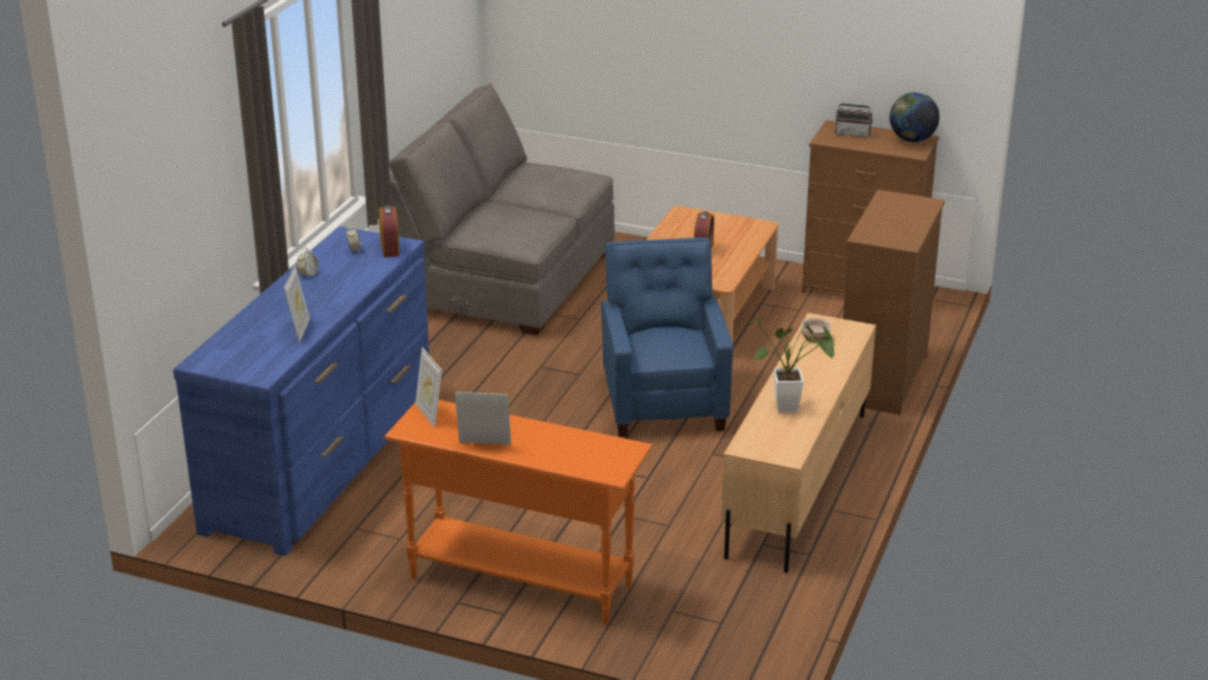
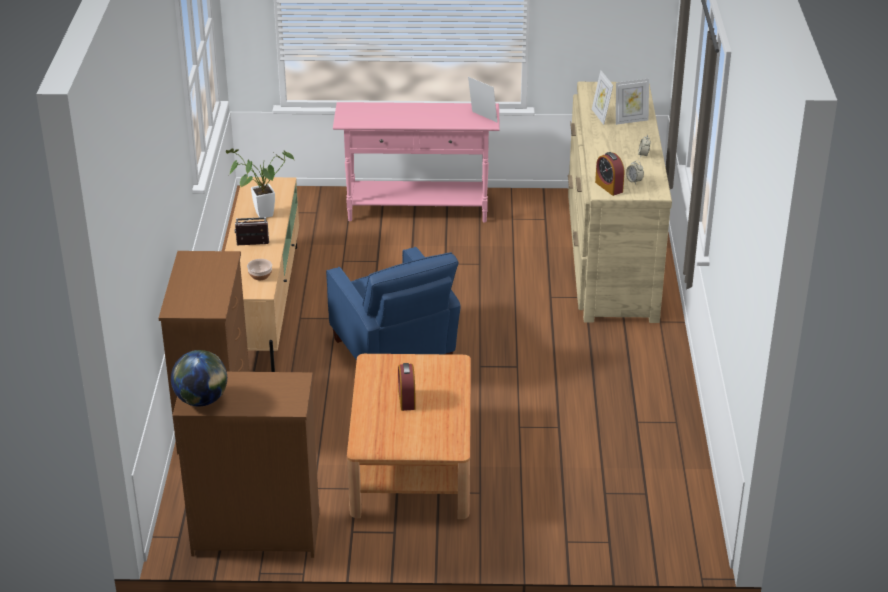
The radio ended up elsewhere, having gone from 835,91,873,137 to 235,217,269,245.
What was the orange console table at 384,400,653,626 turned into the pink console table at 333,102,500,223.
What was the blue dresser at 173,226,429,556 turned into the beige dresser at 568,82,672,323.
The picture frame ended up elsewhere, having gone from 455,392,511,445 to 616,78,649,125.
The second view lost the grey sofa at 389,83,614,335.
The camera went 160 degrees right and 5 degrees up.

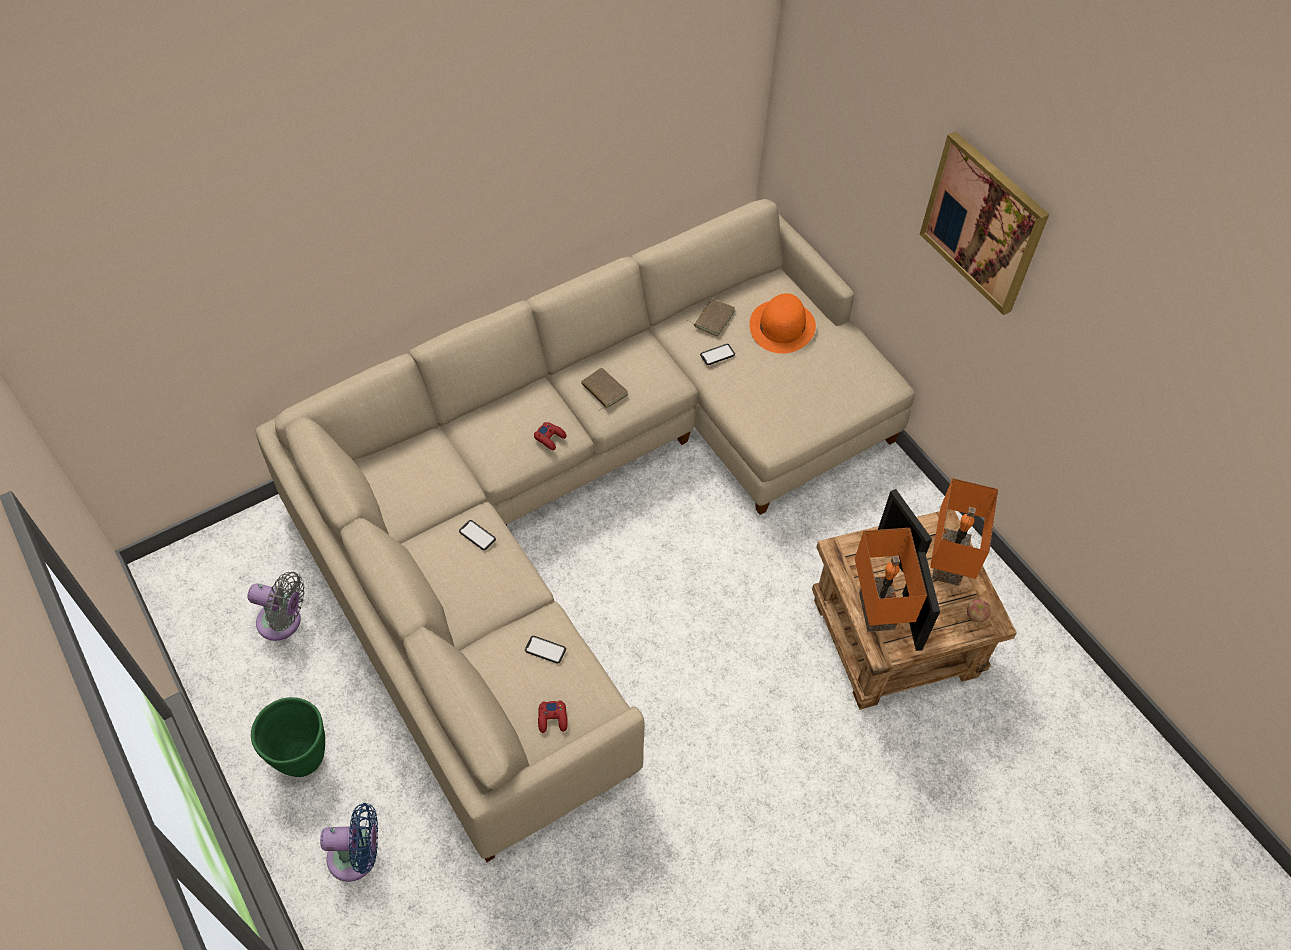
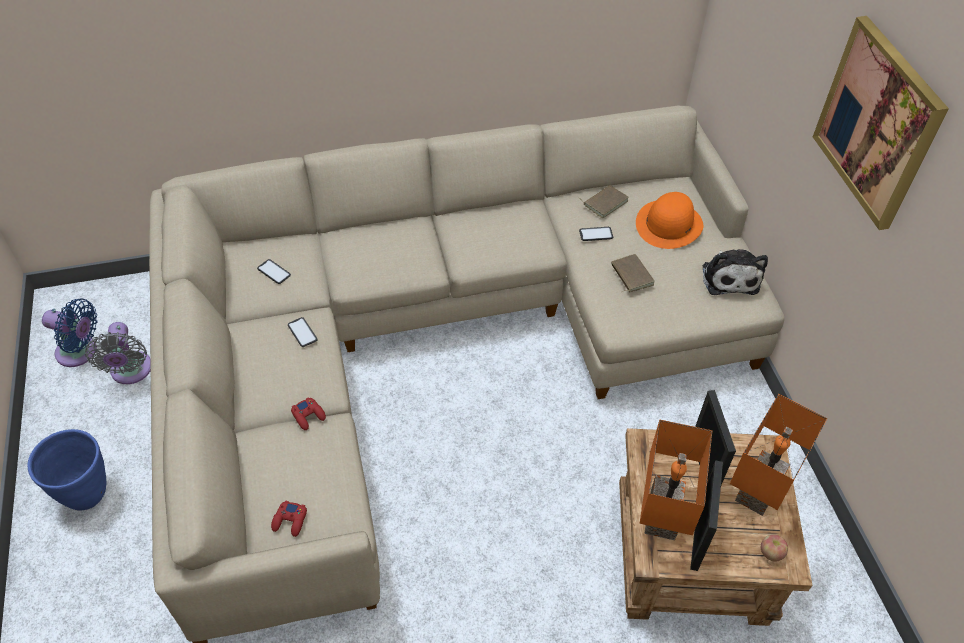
What was the green planter at 251,697,325,777 turned into the blue planter at 27,429,107,510.
The blue fan ended up elsewhere, having gone from 320,803,378,882 to 42,298,97,367.
The grey fan at 247,572,305,641 ended up facing another way, 45 degrees clockwise from before.
The phone ended up elsewhere, having gone from 525,636,566,664 to 257,259,291,284.
The red game controller ended up elsewhere, having gone from 534,422,566,450 to 291,397,326,430.
The brown book ended up elsewhere, having gone from 581,367,628,411 to 611,254,655,292.
The second view gained the plush toy at 702,249,768,295.
The camera went 20 degrees right and 5 degrees down.

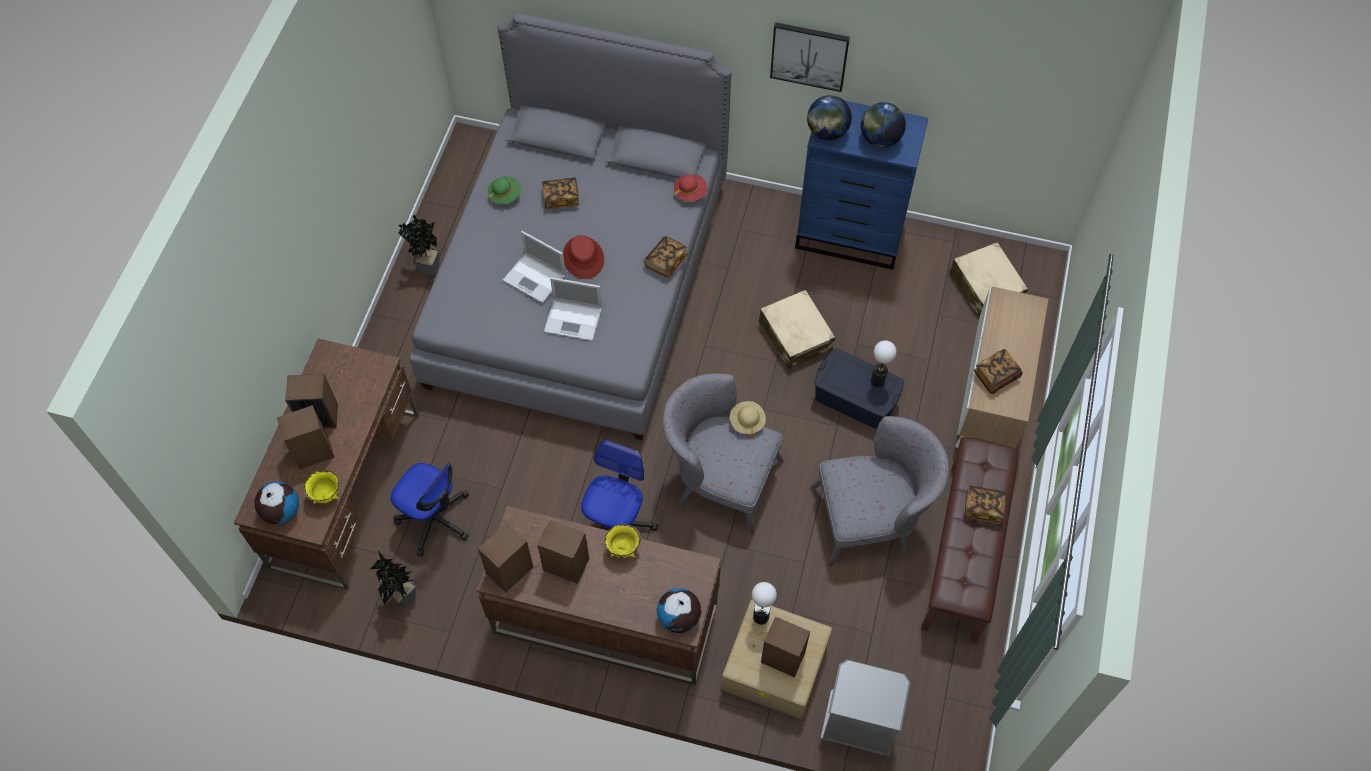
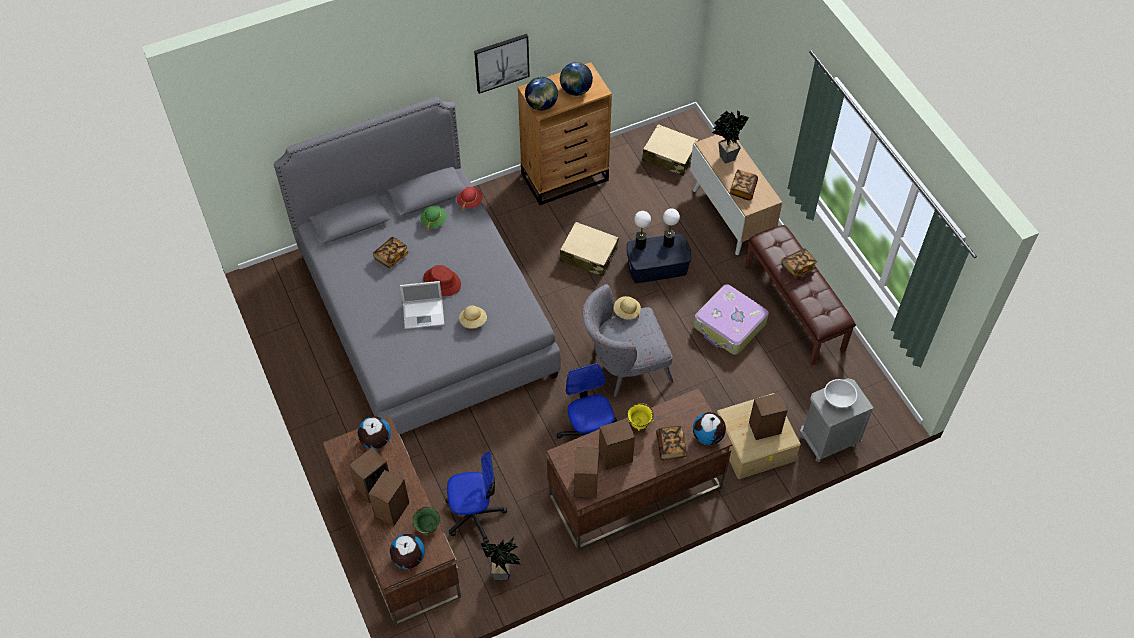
The second view gained the globe at 358,416,391,449.
What was the yellow bowl at 303,470,339,504 turned into the green bowl at 412,507,441,537.
The green hat ended up elsewhere, having gone from 488,176,521,205 to 420,206,447,231.
Where the laptop stood at 544,277,602,341, the beige hat came to stand at 459,305,487,329.
What was the blue dresser at 795,96,928,270 turned into the brown dresser at 517,62,612,205.
The table lamp ended up elsewhere, having gone from 752,582,777,625 to 634,211,651,250.
The book ended up elsewhere, having gone from 644,236,688,278 to 656,426,687,460.
Where the grey armchair stood at 811,416,949,567, the suitcase came to stand at 694,284,769,355.
The potted plant ended up elsewhere, having gone from 398,215,439,277 to 712,111,749,163.
The second view gained the white bowl at 824,379,857,408.
The camera went 40 degrees left and 5 degrees down.

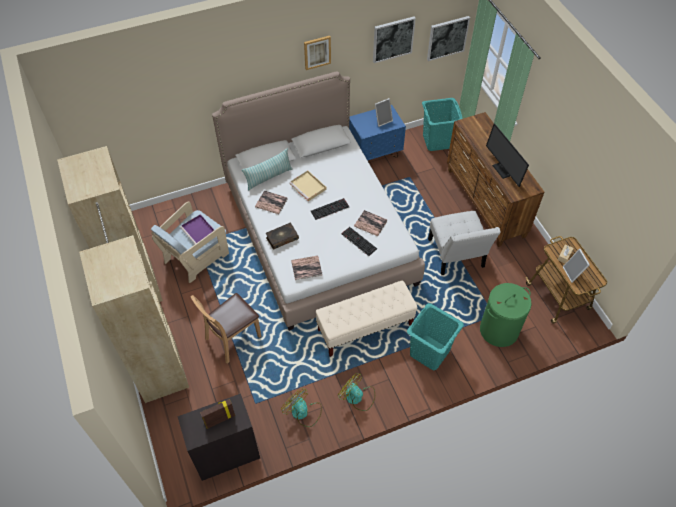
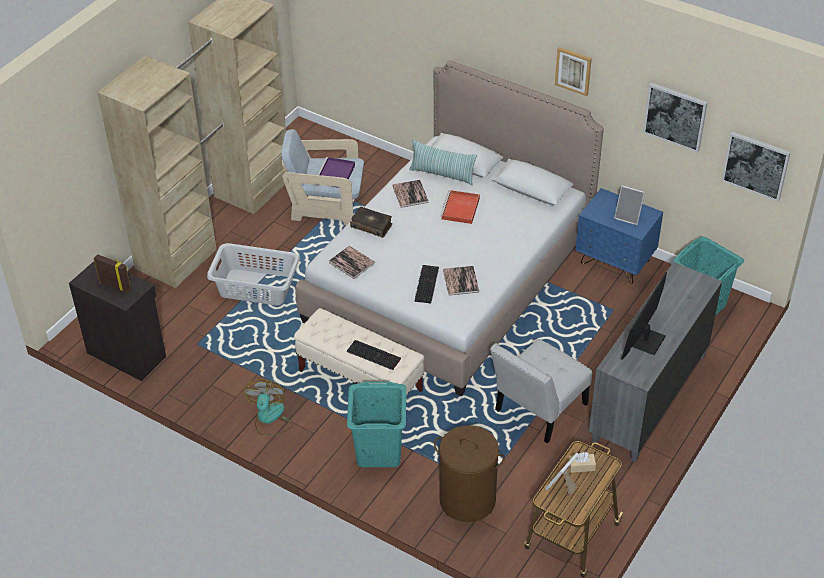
Where the brown chair stood at 191,293,261,364, the grey laundry basket came to stand at 207,243,300,305.
The keyboard ended up elsewhere, having gone from 311,198,349,220 to 347,340,401,370.
What was the green laundry basket at 480,283,532,347 turned into the brown laundry basket at 434,425,505,522.
What was the beige tray at 289,171,326,201 turned into the red tray at 440,190,480,224.
What was the brown dresser at 447,112,544,247 turned into the grey dresser at 589,262,722,462.
The second view lost the fan at 281,388,322,427.
The camera went 55 degrees right and 10 degrees down.

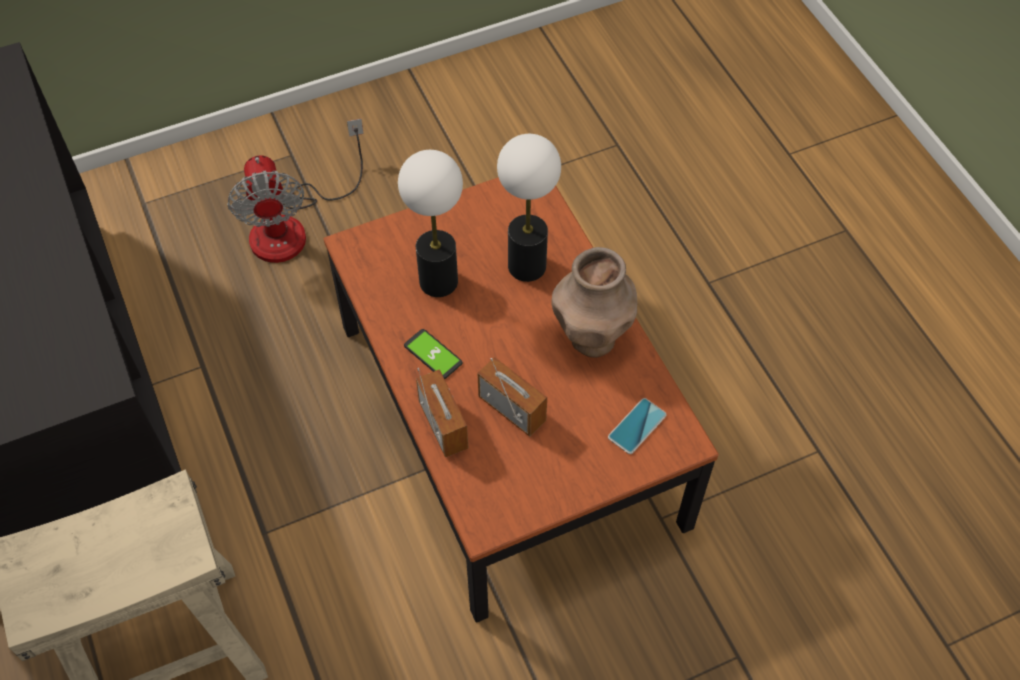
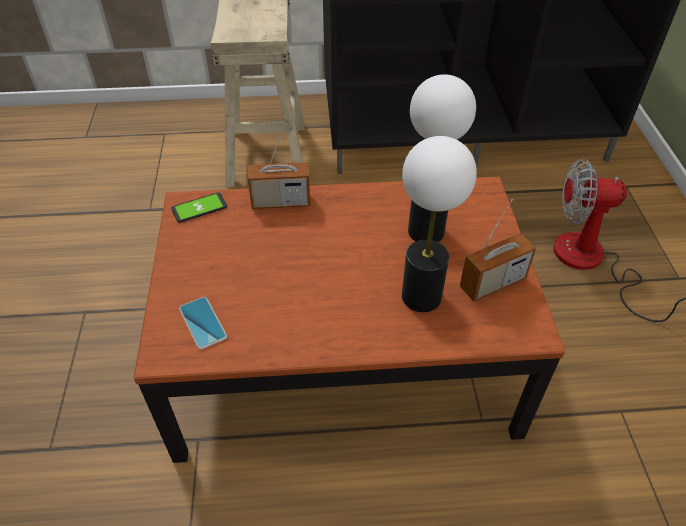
The phone ended up elsewhere, having gone from 404,329,463,379 to 171,193,227,223.
The radio ended up elsewhere, having gone from 477,357,547,437 to 460,199,536,302.
The second view lost the brown vase at 552,247,637,358.
The camera went 110 degrees right and 10 degrees down.

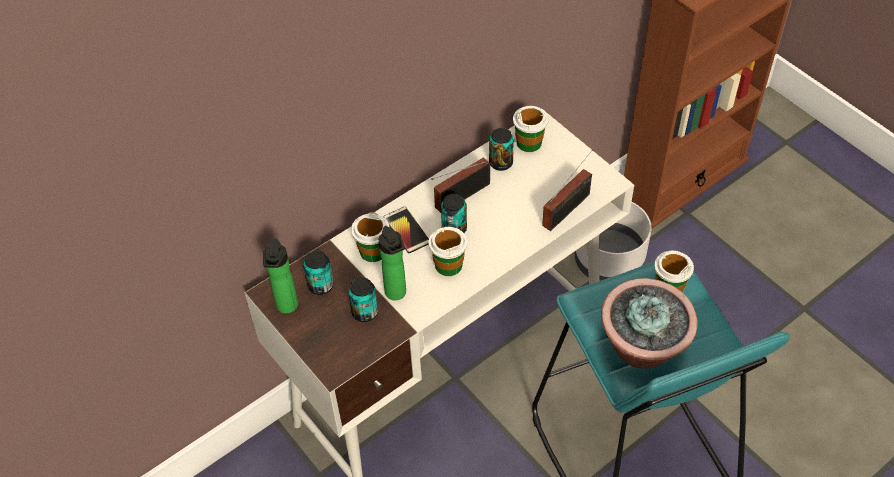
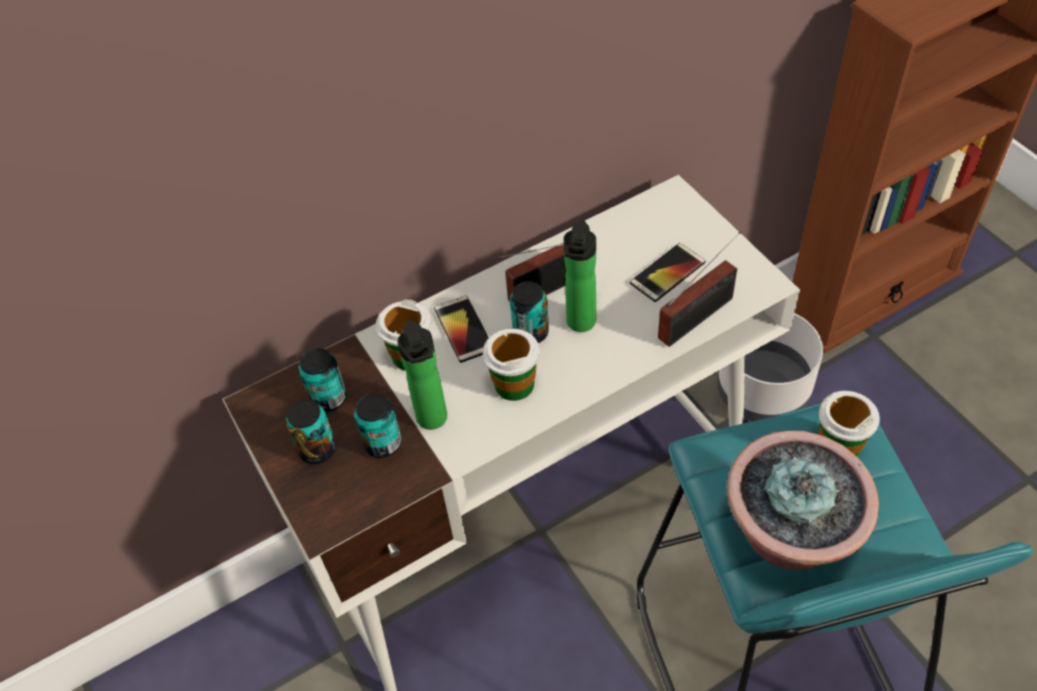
The can ended up elsewhere, having gone from 489,128,514,171 to 286,399,336,464.
The bottle ended up elsewhere, having gone from 263,238,298,314 to 564,220,596,332.
The second view gained the phone at 630,243,706,302.
The second view lost the cup at 513,106,549,152.
The camera went 10 degrees right and 0 degrees up.

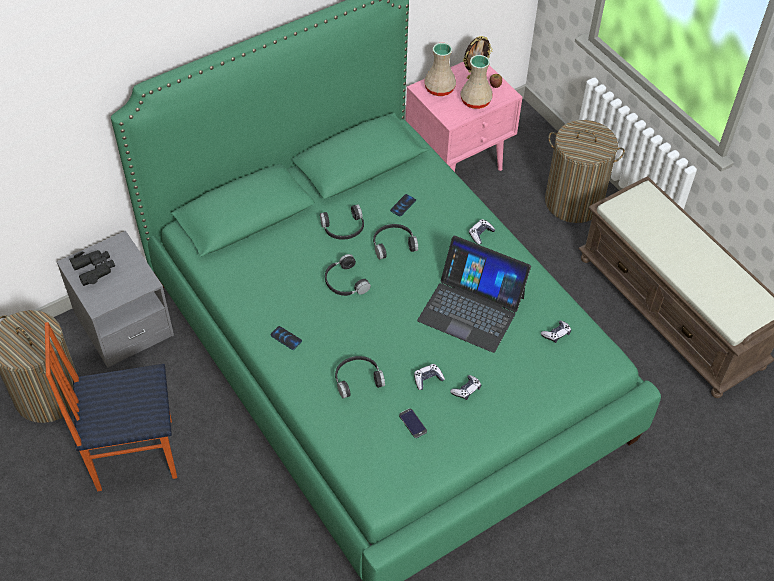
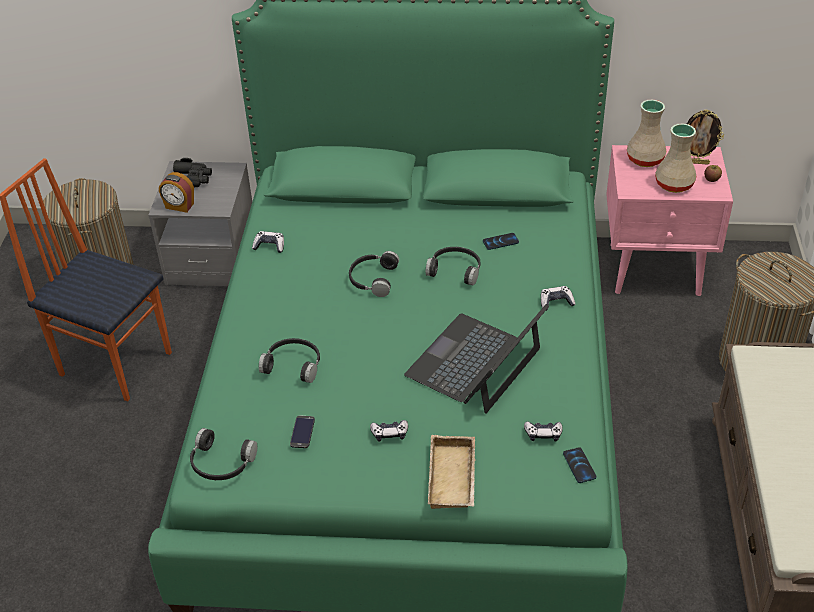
The second view gained the alarm clock at 159,172,194,213.
The black headphones ended up elsewhere, having gone from 320,205,364,240 to 190,428,257,480.
The game controller ended up elsewhere, having gone from 414,364,445,390 to 252,231,284,253.
The laptop at 417,236,531,353 ended up facing another way, 60 degrees clockwise from before.
The second view gained the beige tray at 428,435,475,509.
The phone ended up elsewhere, having gone from 270,326,302,350 to 563,447,597,483.
The camera went 40 degrees right and 10 degrees down.

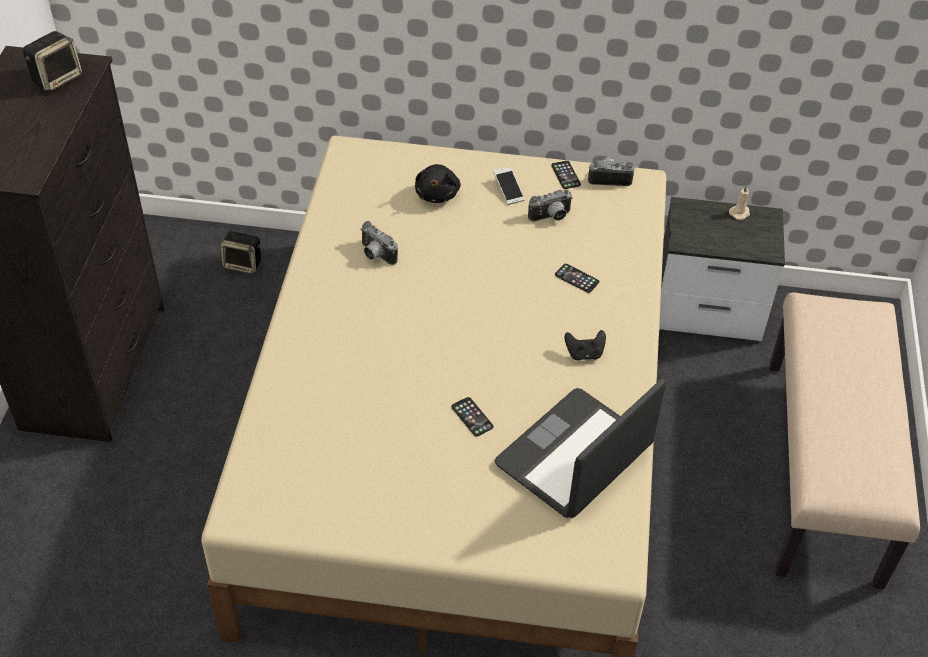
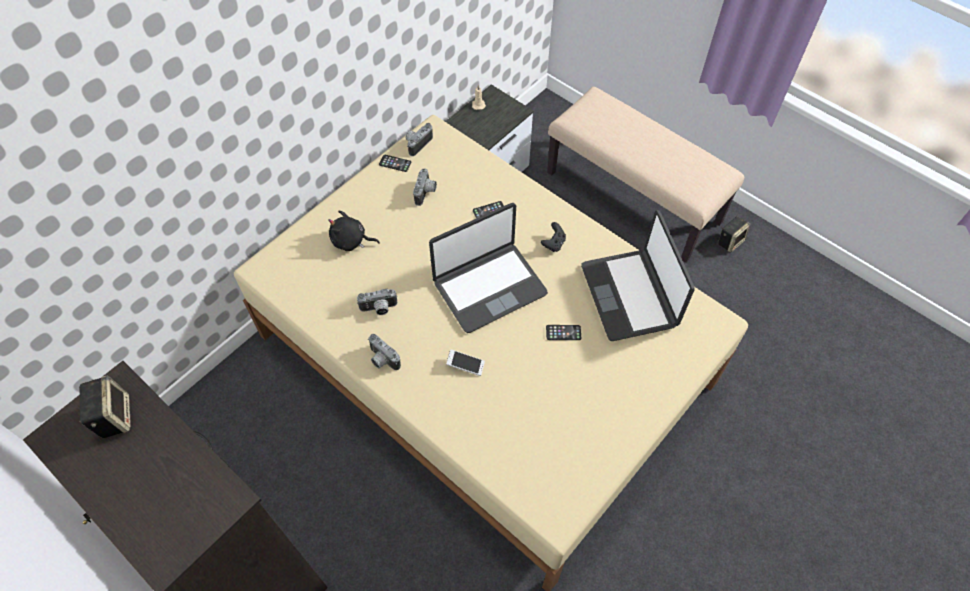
The black plush toy at 415,164,461,203 ended up facing another way, 150 degrees clockwise from before.
The second view gained the photo camera at 368,334,401,370.
The second view gained the laptop at 429,203,548,333.
The phone ended up elsewhere, having gone from 493,167,525,205 to 446,350,485,376.
The speaker ended up elsewhere, having gone from 221,231,261,274 to 718,216,750,252.
The camera went 55 degrees left and 10 degrees up.

